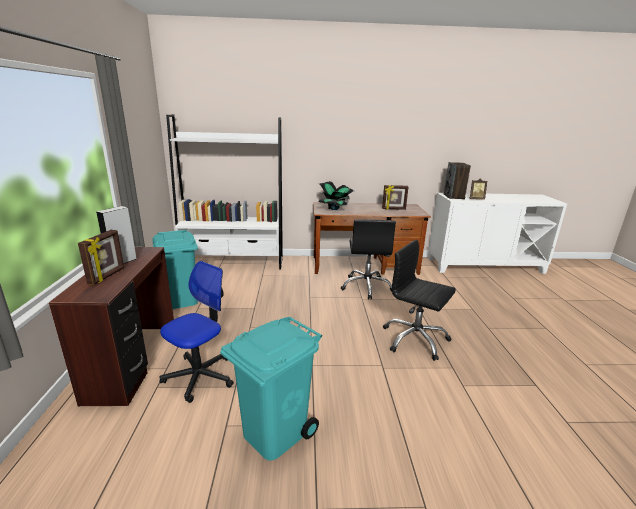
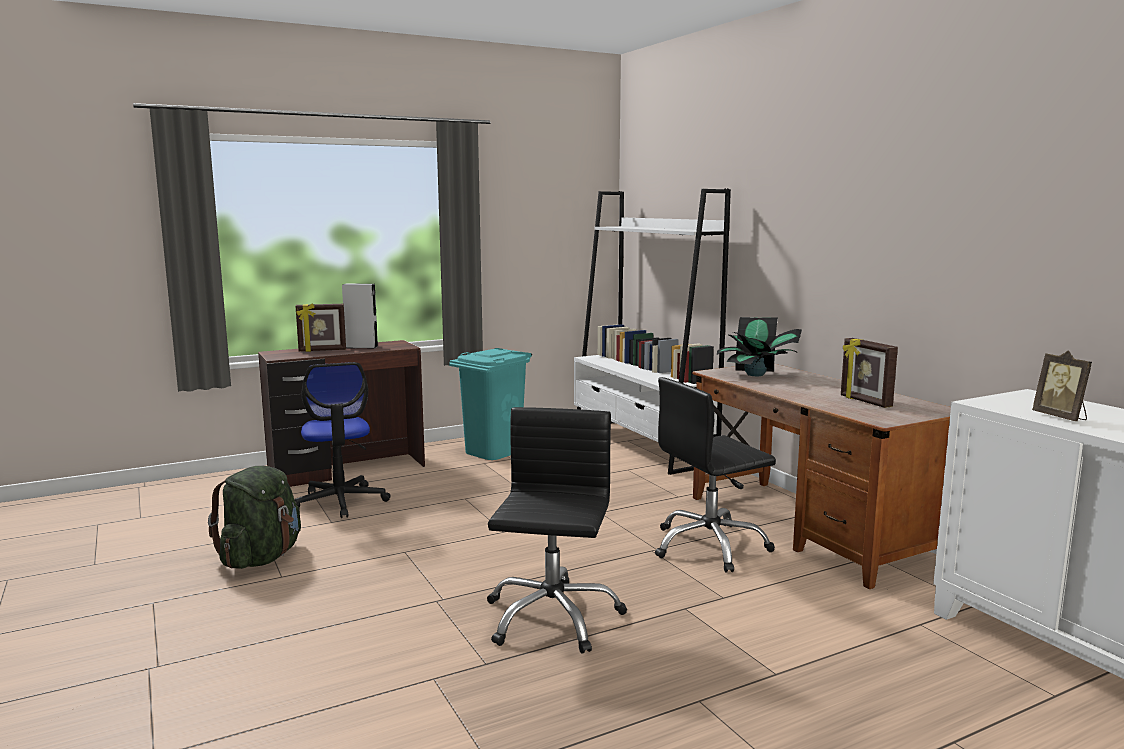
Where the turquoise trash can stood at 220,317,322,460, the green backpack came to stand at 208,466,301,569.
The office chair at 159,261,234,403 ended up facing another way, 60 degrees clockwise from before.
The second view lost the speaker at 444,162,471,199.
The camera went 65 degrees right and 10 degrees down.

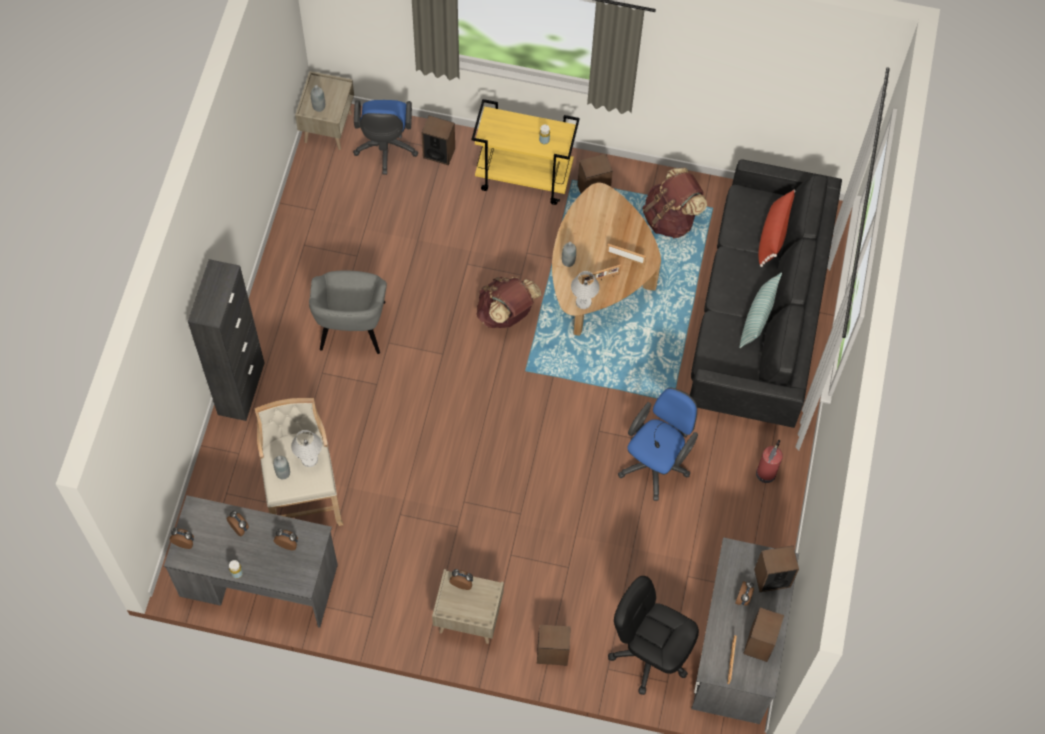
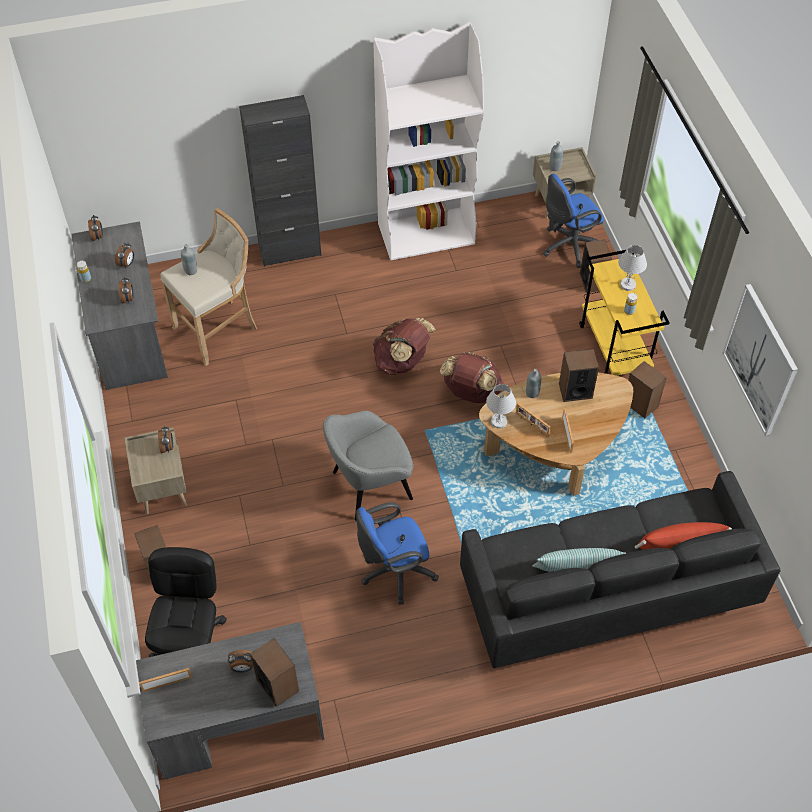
The grey armchair ended up elsewhere, having gone from 309,270,387,354 to 323,411,413,521.
The blue office chair at 618,388,698,501 ended up facing another way, 150 degrees clockwise from before.
The second view gained the white bookcase at 373,22,484,260.
The brown backpack ended up elsewhere, having gone from 642,168,707,238 to 373,318,436,375.
The speaker ended up elsewhere, having gone from 743,607,784,662 to 559,349,599,402.
The white table lamp ended up elsewhere, having gone from 291,430,322,467 to 618,245,647,291.
The second view gained the picture at 723,284,798,436.
The second view lost the fire extinguisher at 756,440,783,483.
The camera went 65 degrees right and 10 degrees down.

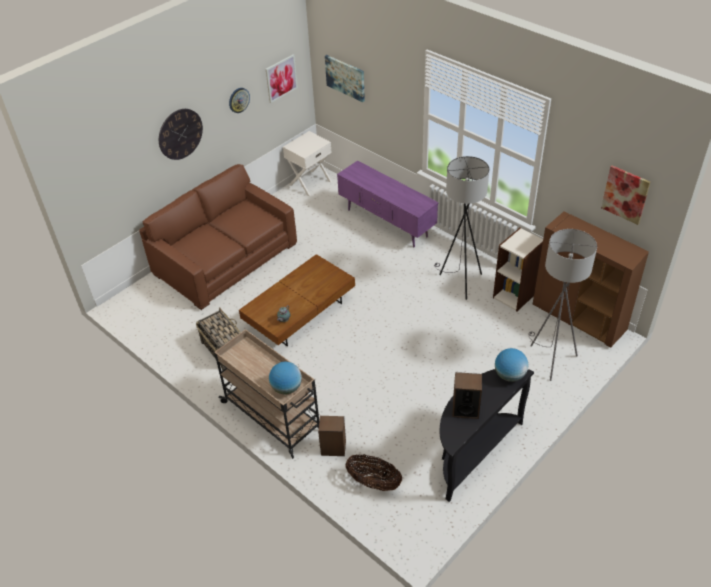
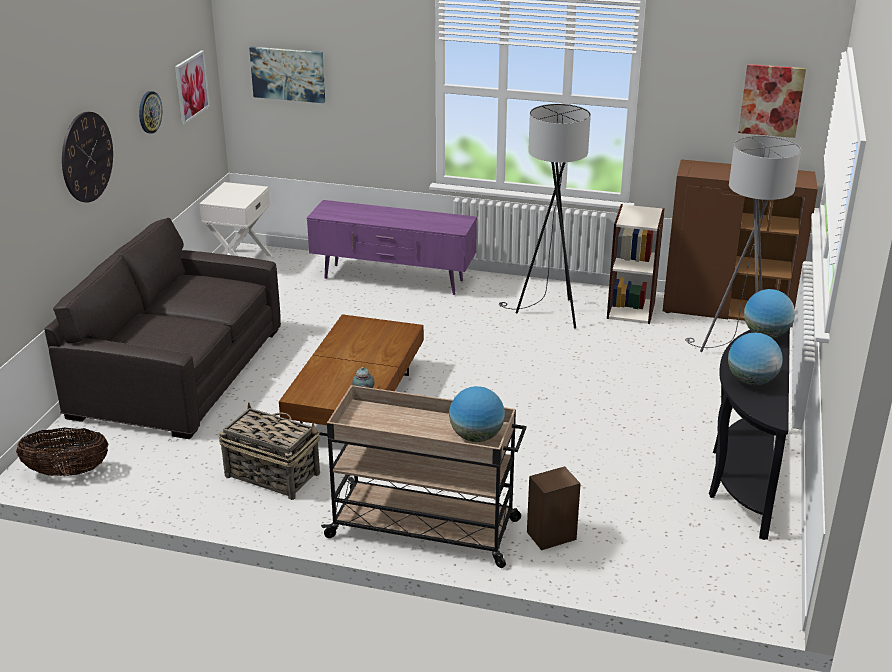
The basket ended up elsewhere, having gone from 345,454,402,491 to 16,428,108,476.
What was the brown sofa at 139,164,297,310 turned into the grey sofa at 44,218,281,439.
Where the speaker stood at 452,372,482,419, the globe came to stand at 728,333,783,385.
The camera went 30 degrees left and 15 degrees down.

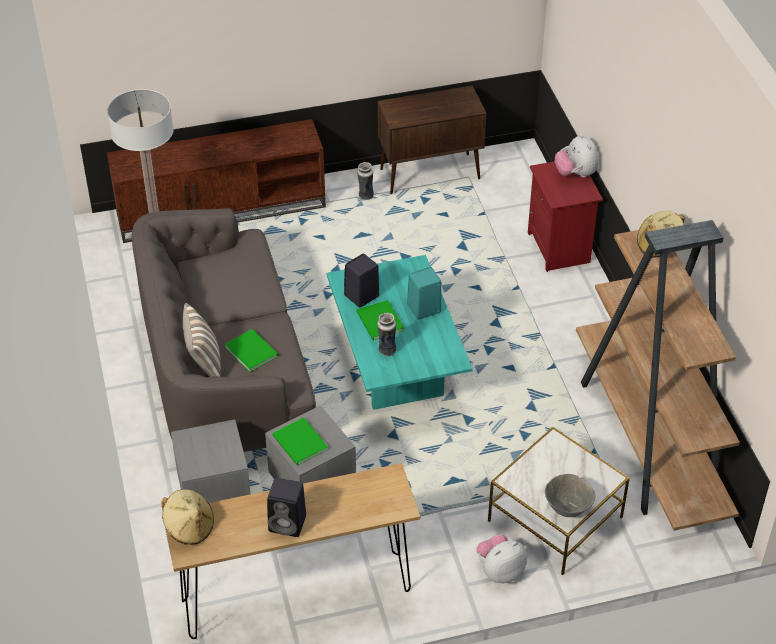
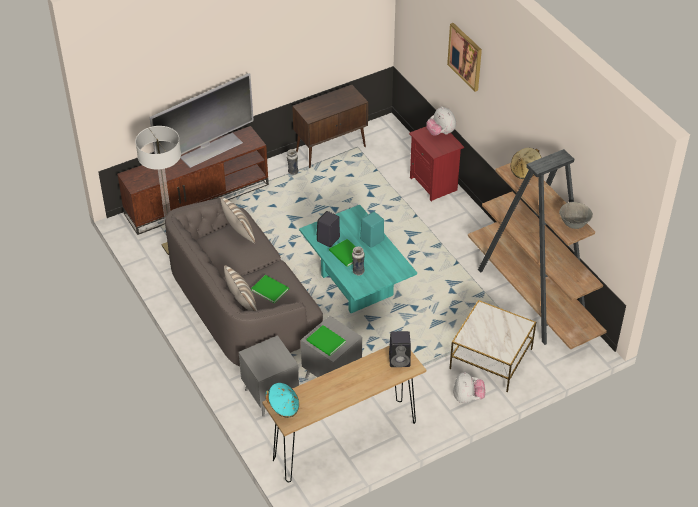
The second view gained the television at 150,73,254,168.
The second view gained the pillow at 220,197,255,243.
What was the beige hat at 161,489,214,545 turned into the turquoise hat at 266,383,299,418.
The black speaker ended up elsewhere, having gone from 267,478,306,537 to 389,331,411,367.
The second view gained the picture at 447,23,482,92.
The plush toy at 476,534,527,583 ended up facing another way, 135 degrees clockwise from before.
The grey bowl ended up elsewhere, having gone from 545,474,595,517 to 559,202,593,229.
The camera went 15 degrees left and 0 degrees up.

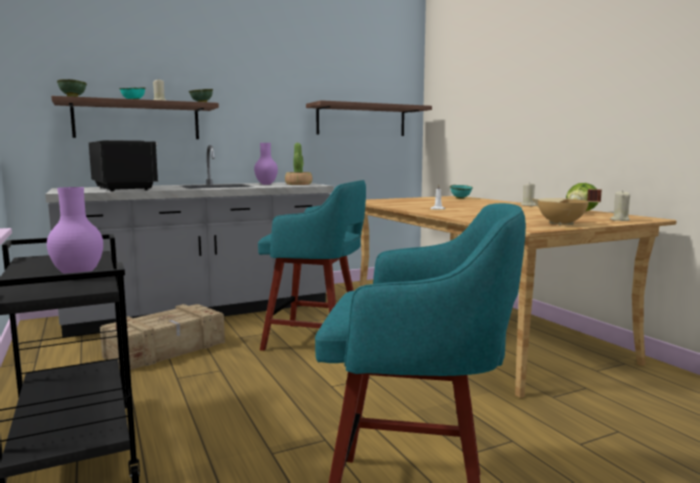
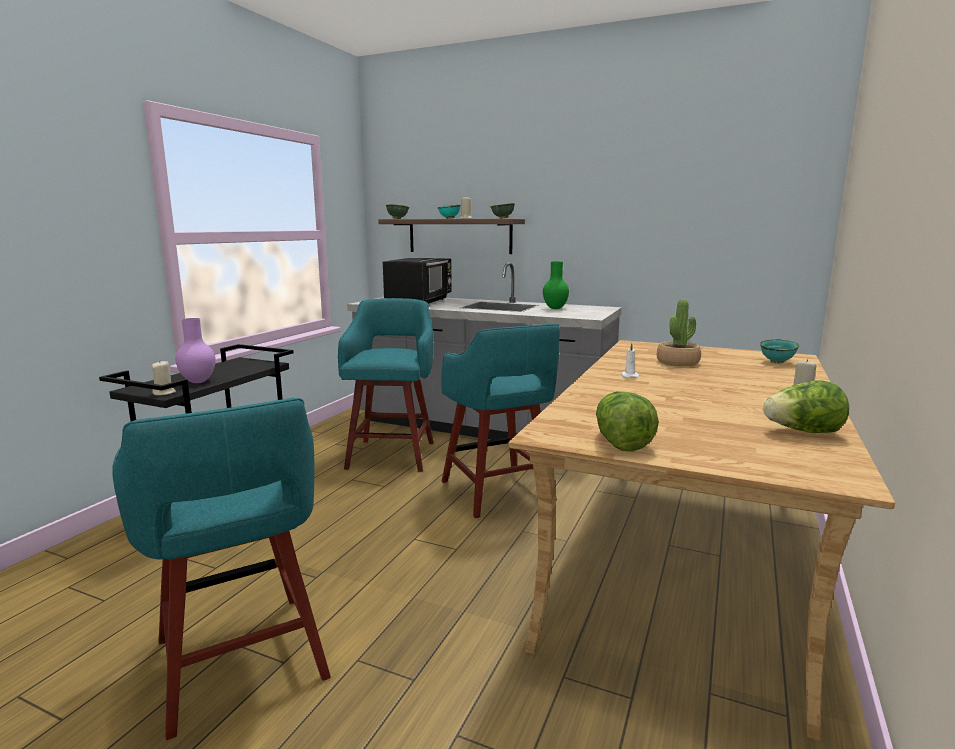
The beige candle ended up elsewhere, having gone from 610,190,630,221 to 151,360,176,396.
Where the crate stood at 100,304,225,370, the turquoise stool came to stand at 338,298,434,472.
What was the purple vase at 254,143,278,185 turned into the green vase at 543,262,569,309.
Where the beige cooking pot stood at 532,189,602,226, the lettuce came to stand at 596,391,659,451.
The potted plant ended up elsewhere, having gone from 285,143,312,185 to 657,299,701,366.
The second view lost the shelf at 306,100,432,136.
The camera went 50 degrees right and 5 degrees up.

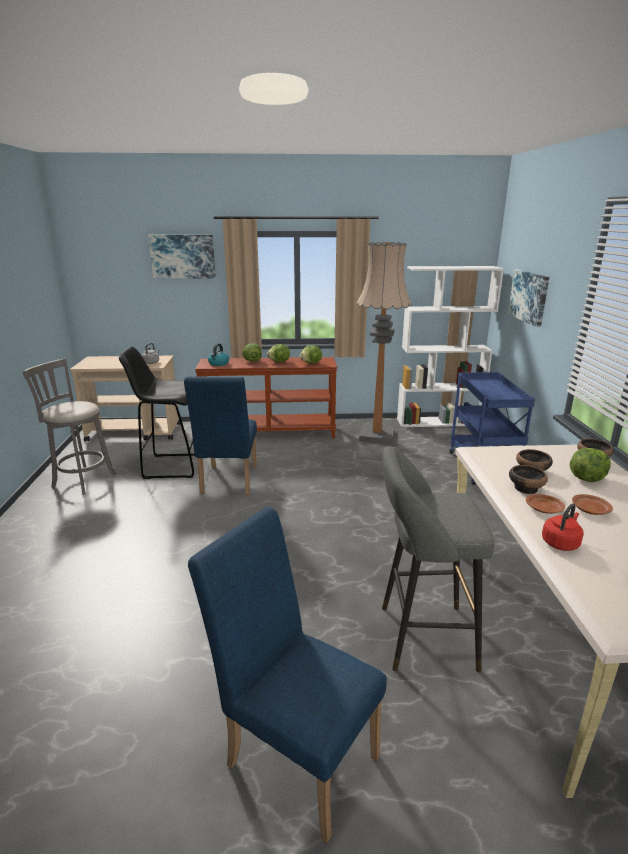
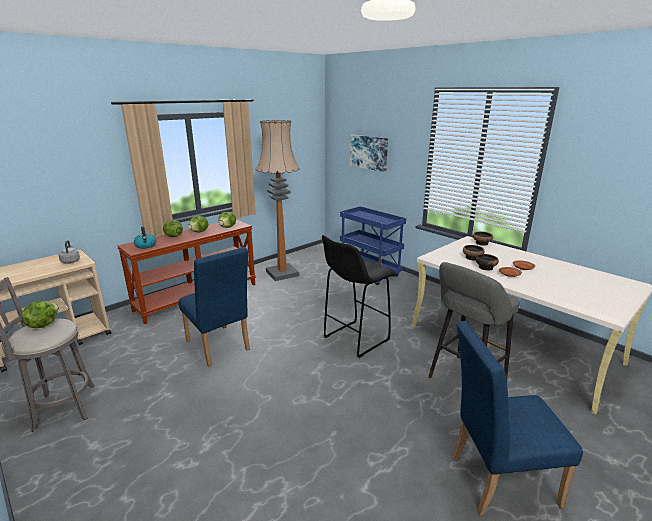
The lettuce ended up elsewhere, having gone from 570,448,611,482 to 21,301,59,328.
The black stool ended up elsewhere, having gone from 119,346,195,479 to 322,235,397,358.
The second view lost the picture at 148,235,216,279.
The second view lost the white bookcase at 397,266,504,427.
The second view lost the red kettle at 542,503,584,551.
The camera went 40 degrees left and 0 degrees up.

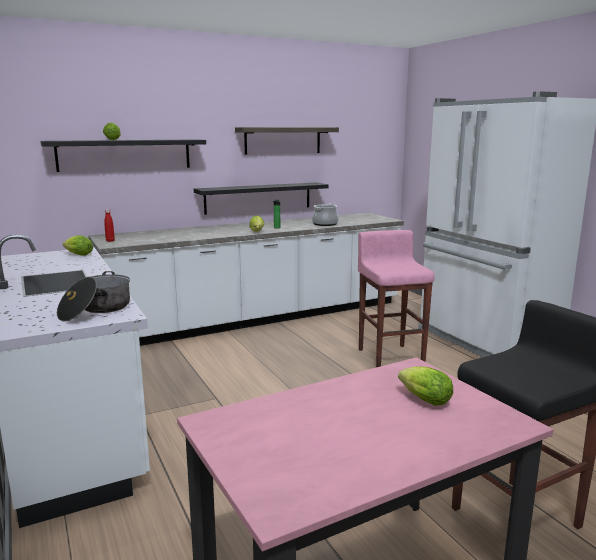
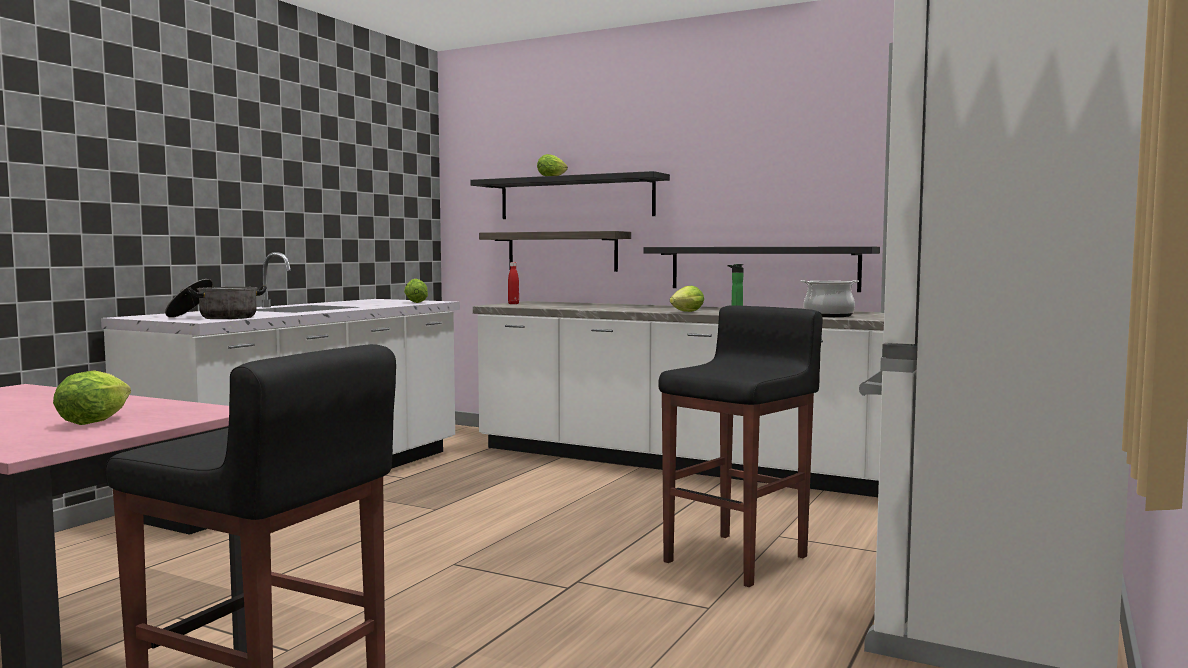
The shelf ended up elsewhere, having gone from 235,127,339,155 to 479,231,631,272.
What was the pink stool at 358,230,435,367 turned into the black stool at 658,306,823,587.
The camera went 55 degrees right and 10 degrees down.

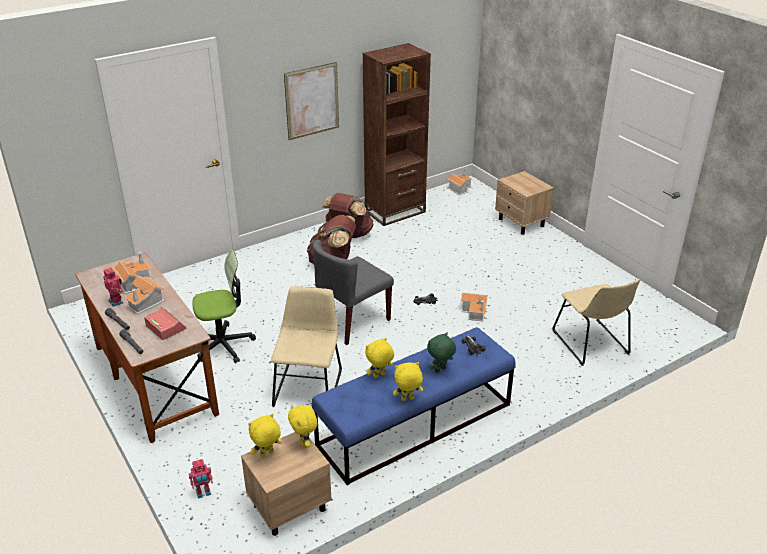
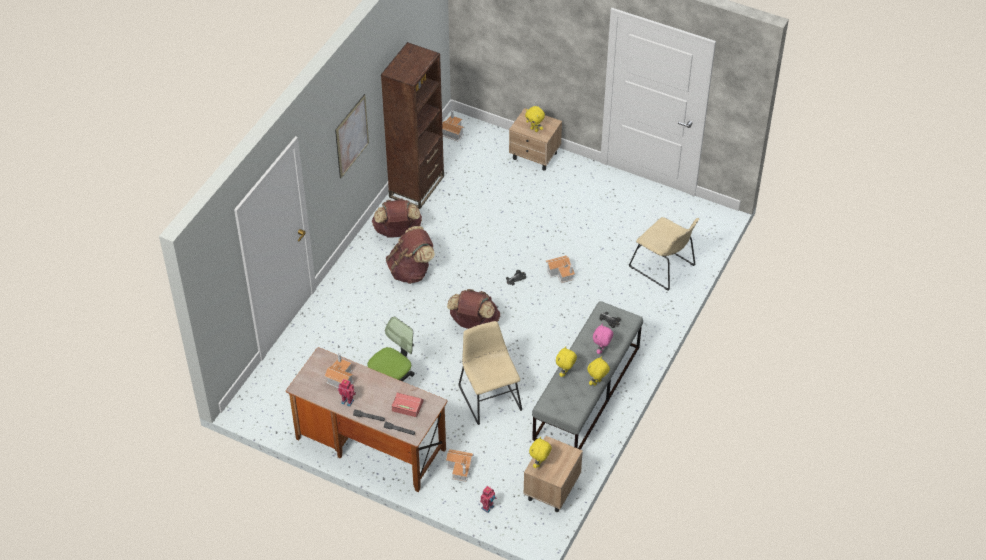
The toy house ended up elsewhere, having gone from 124,276,165,314 to 446,449,473,482.
Where the grey chair stood at 313,240,394,345, the brown backpack came to stand at 447,289,500,329.
The yellow plush toy ended up elsewhere, having gone from 288,405,318,448 to 525,106,545,132.
What was the blue bench at 312,327,516,485 turned into the grey bench at 532,301,643,450.
What was the green plush toy at 427,332,456,373 turned into the pink plush toy at 593,323,613,354.
The camera went 30 degrees left and 15 degrees up.

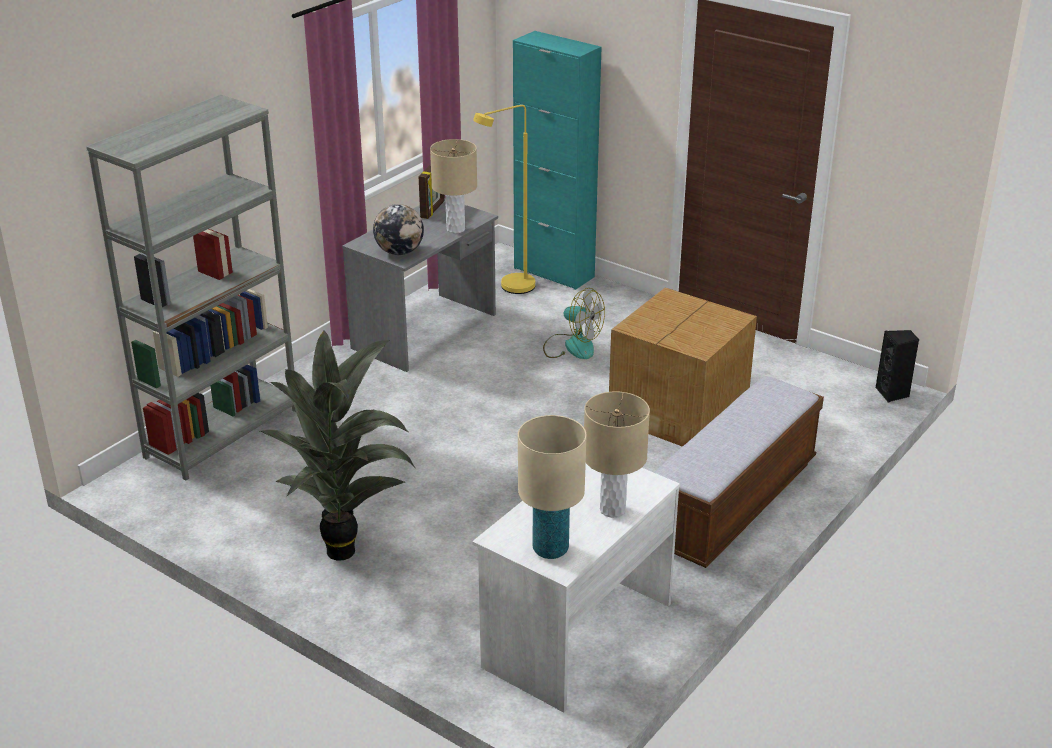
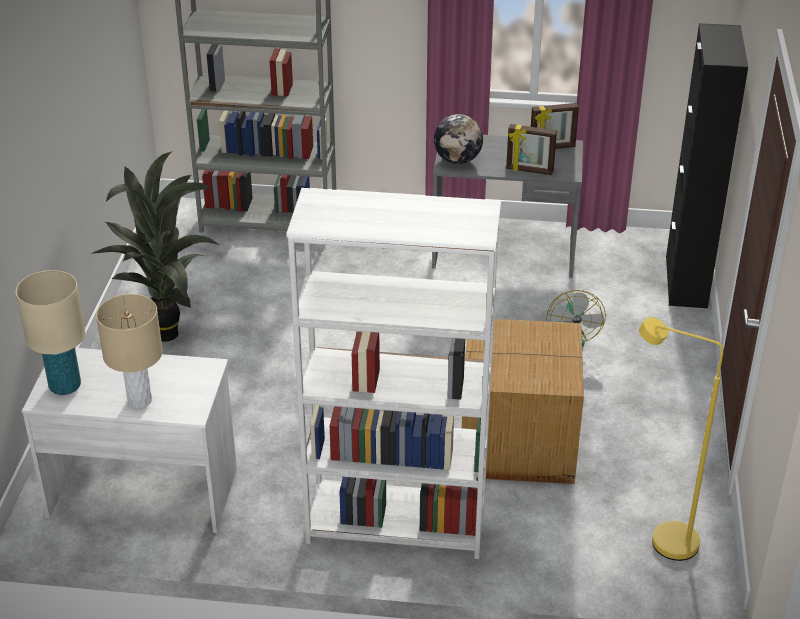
Where the bench stood at 654,376,824,568, the white bookcase came to stand at 286,188,501,559.
Where the beige table lamp stood at 430,139,477,234, the picture frame came to stand at 506,124,557,175.
The yellow floor lamp ended up elsewhere, having gone from 473,105,535,294 to 639,317,724,561.
What was the turquoise cabinet at 513,31,601,290 turned into the black cabinet at 666,23,748,308.
The second view lost the black speaker at 876,330,919,402.
The camera went 60 degrees right and 5 degrees up.

